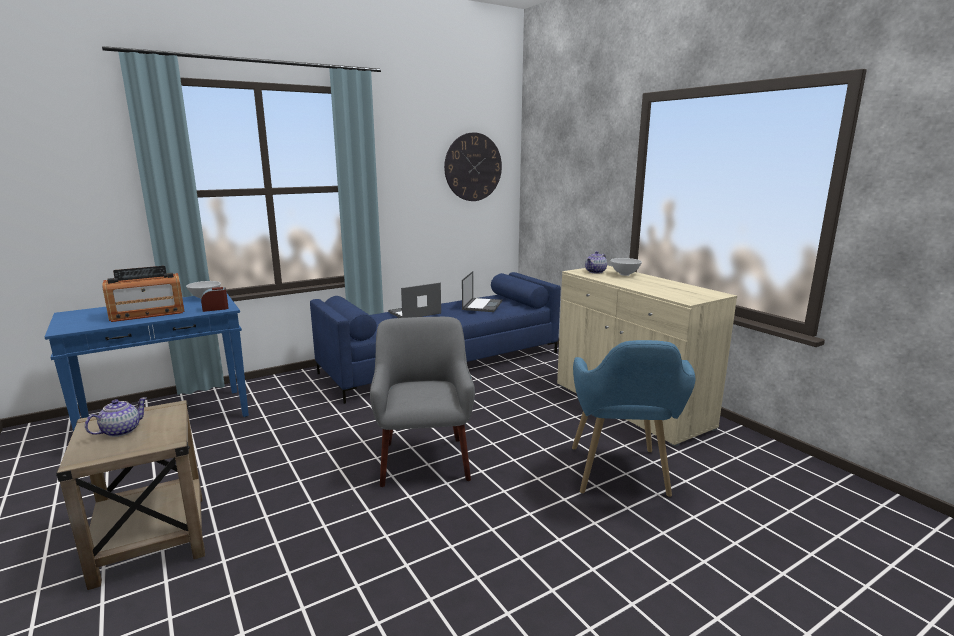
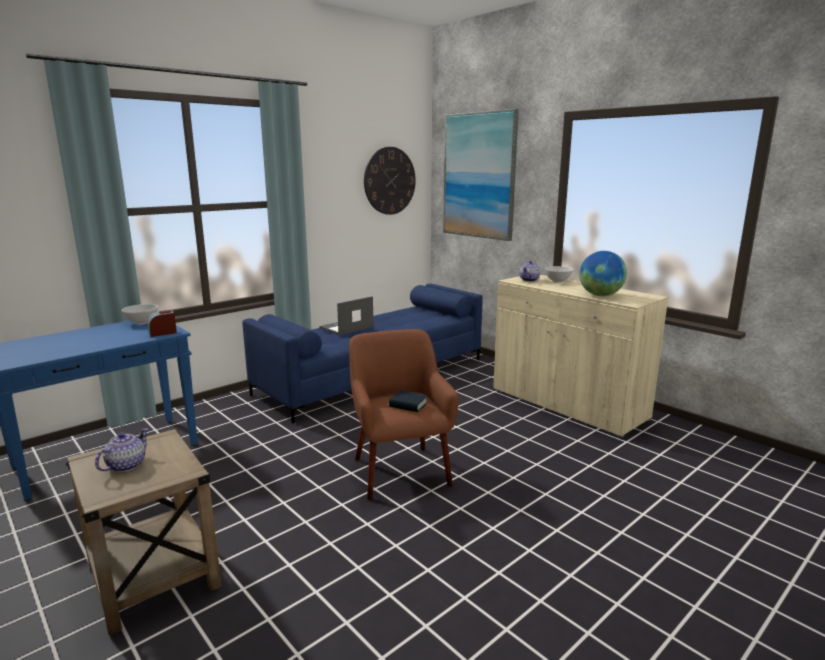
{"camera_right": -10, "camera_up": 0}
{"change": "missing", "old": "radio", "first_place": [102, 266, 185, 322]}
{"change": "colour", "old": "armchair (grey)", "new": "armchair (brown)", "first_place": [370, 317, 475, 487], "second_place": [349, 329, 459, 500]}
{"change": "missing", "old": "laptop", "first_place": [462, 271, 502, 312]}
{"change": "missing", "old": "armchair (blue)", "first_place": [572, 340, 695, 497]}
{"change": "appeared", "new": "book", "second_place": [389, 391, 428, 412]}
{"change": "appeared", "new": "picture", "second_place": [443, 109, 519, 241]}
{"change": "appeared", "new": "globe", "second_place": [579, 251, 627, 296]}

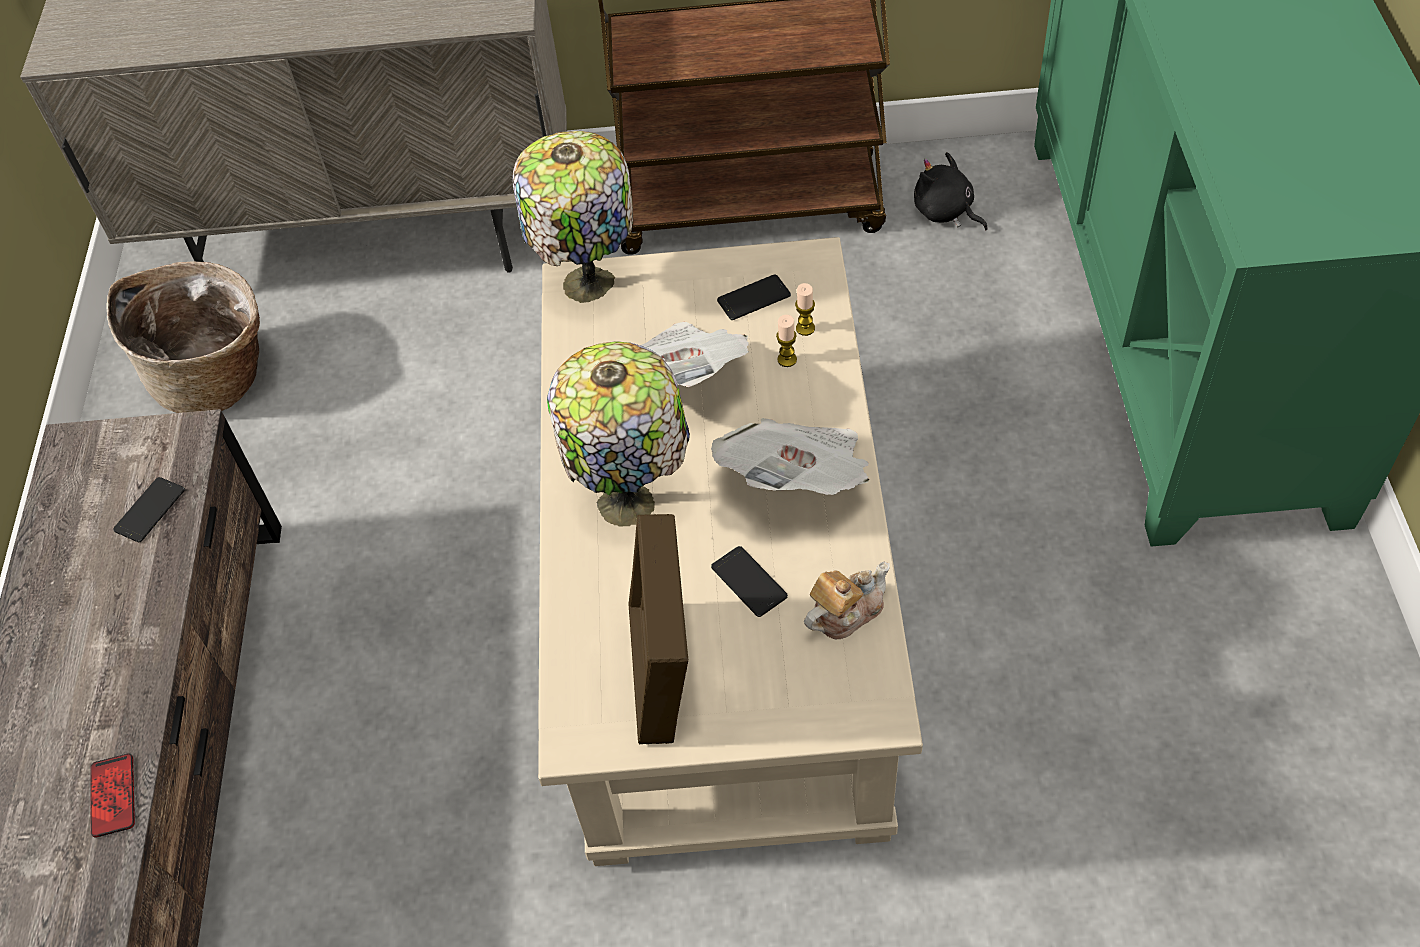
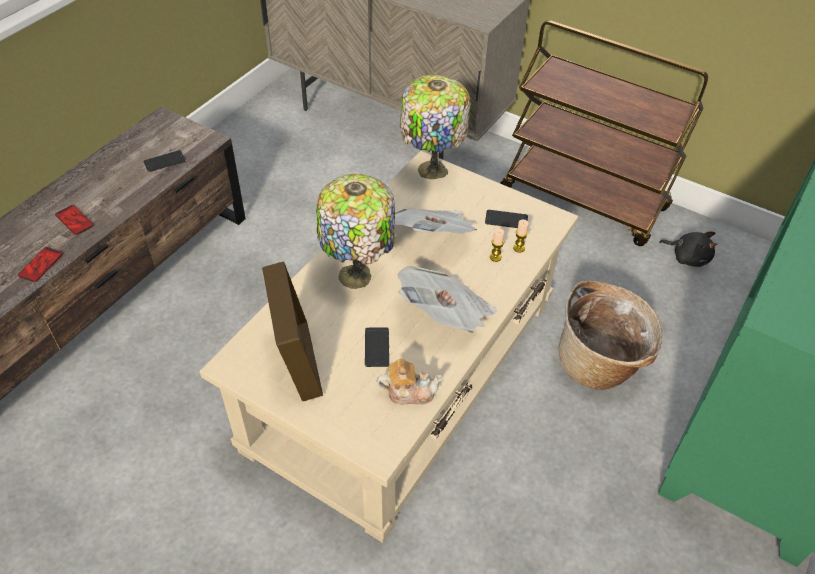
{"camera_right": 30, "camera_up": -5}
{"change": "relocated", "old": "basket", "first_place": [106, 262, 260, 413], "second_place": [558, 281, 662, 390]}
{"change": "spun", "old": "picture frame", "first_place": [628, 514, 688, 744], "second_place": [262, 262, 323, 401], "degrees": 135}
{"change": "spun", "old": "plush toy (black)", "first_place": [914, 152, 988, 230], "second_place": [659, 231, 718, 267], "degrees": 135}
{"change": "appeared", "new": "phone", "second_place": [55, 205, 94, 235]}

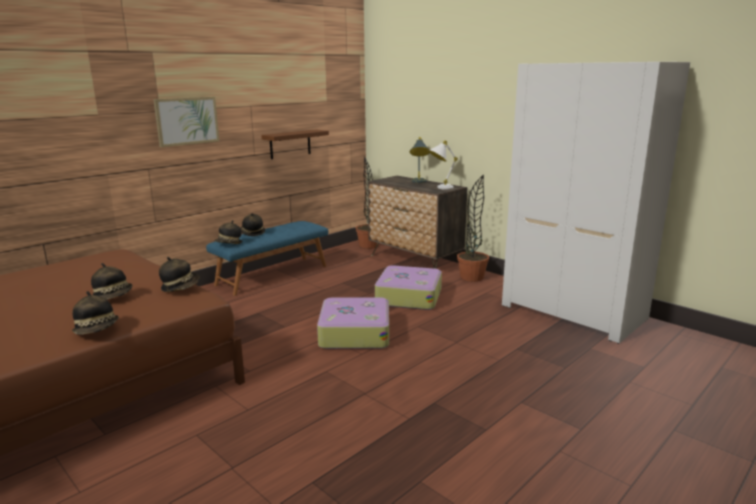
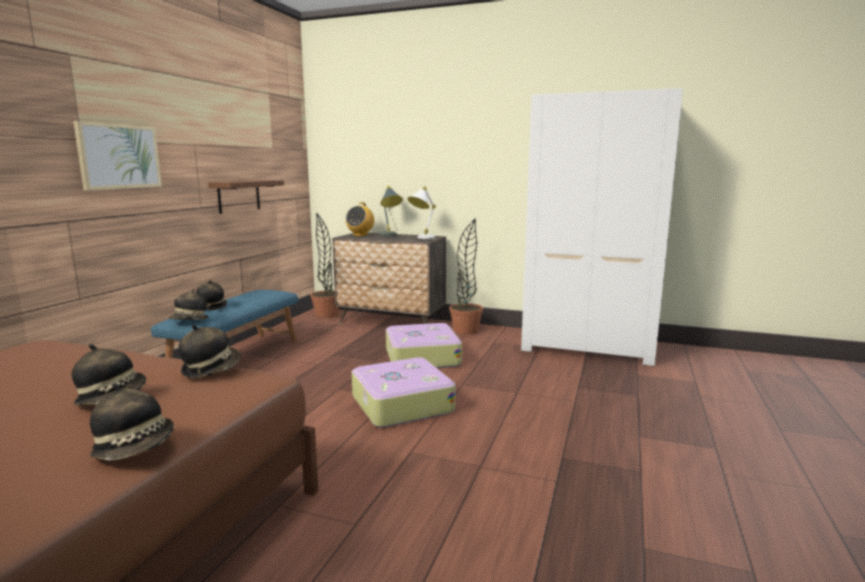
{"camera_right": -25, "camera_up": -5}
{"change": "appeared", "new": "radio", "second_place": [346, 202, 374, 236]}

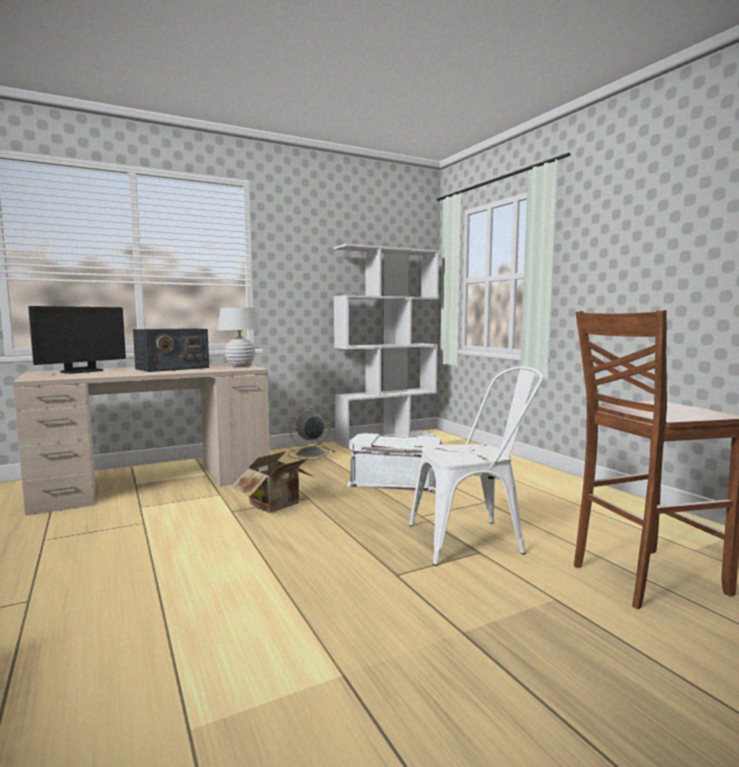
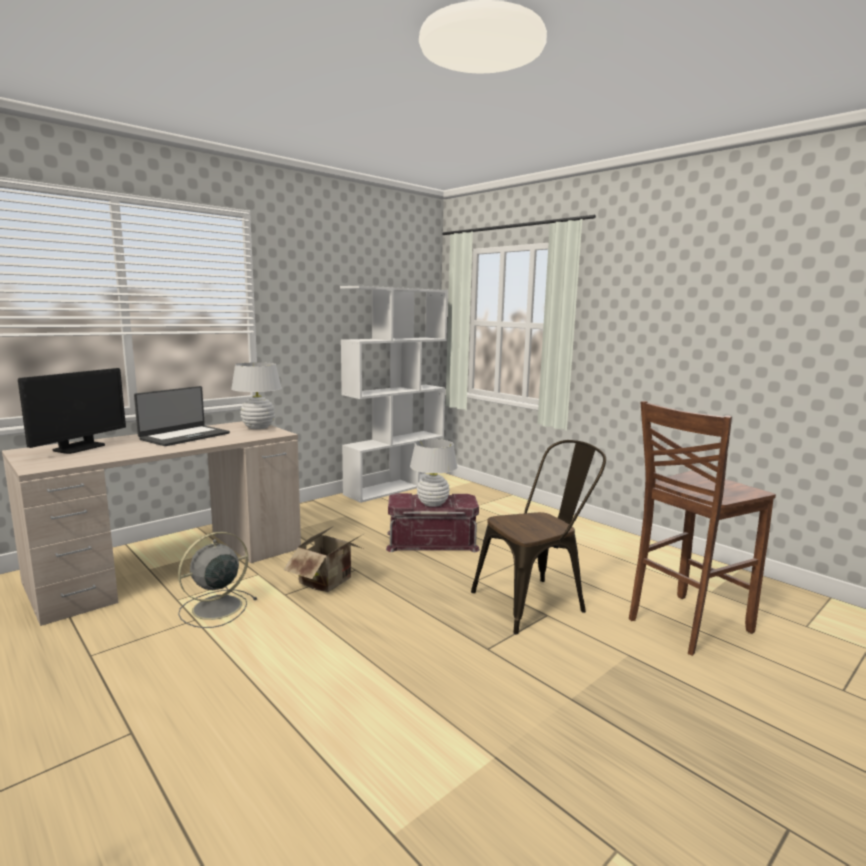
{"camera_right": -15, "camera_up": 5}
{"change": "exchanged", "old": "radio", "new": "laptop", "first_place": [133, 328, 209, 372], "second_place": [134, 386, 230, 446]}
{"change": "relocated", "old": "fan (grey)", "first_place": [288, 404, 335, 460], "second_place": [178, 532, 257, 628]}
{"change": "colour", "old": "storage box (white)", "new": "storage box (red)", "first_place": [347, 433, 442, 493], "second_place": [386, 493, 480, 552]}
{"change": "colour", "old": "chair (white)", "new": "chair (brown)", "first_place": [409, 366, 543, 566], "second_place": [471, 440, 606, 634]}
{"change": "appeared", "new": "table lamp (white)", "second_place": [410, 439, 457, 507]}

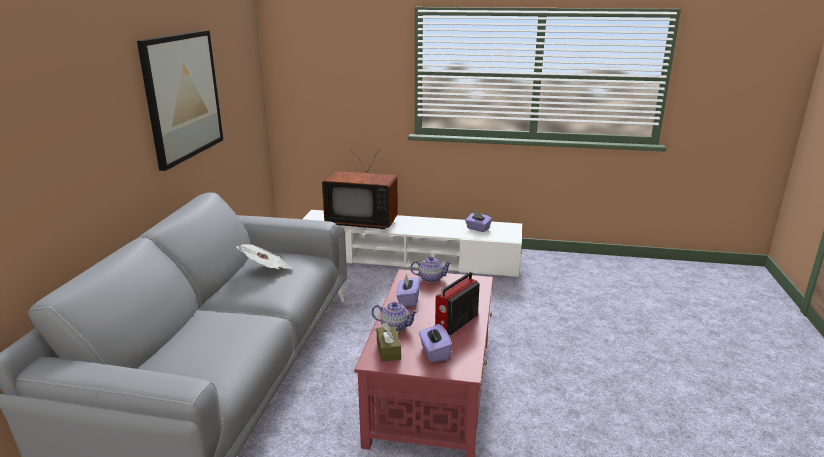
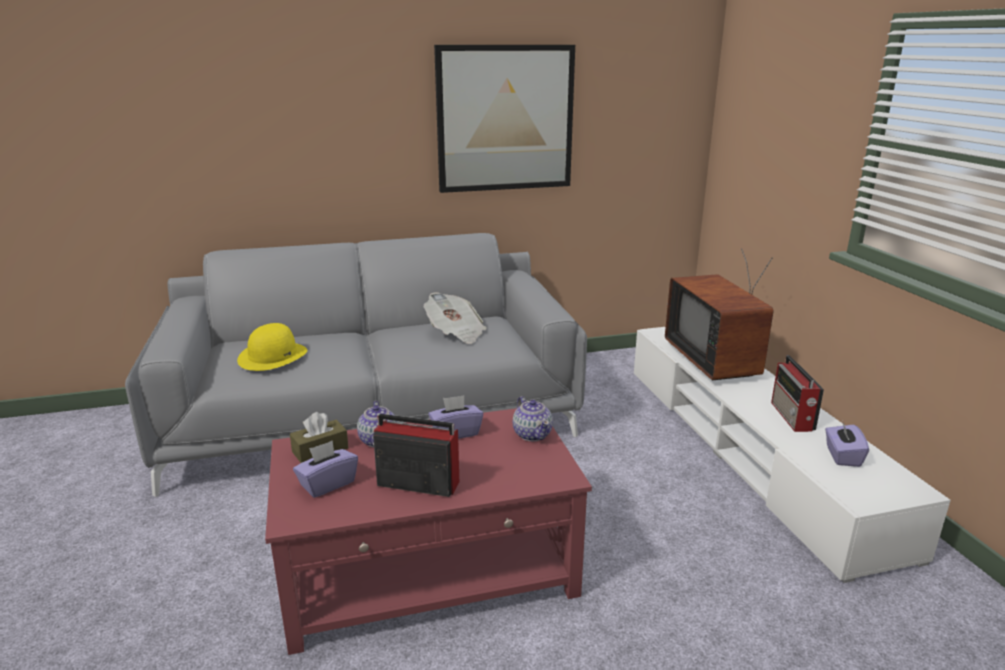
{"camera_right": 65, "camera_up": 0}
{"change": "appeared", "new": "hat (yellow)", "second_place": [237, 323, 307, 371]}
{"change": "appeared", "new": "radio", "second_place": [771, 355, 824, 432]}

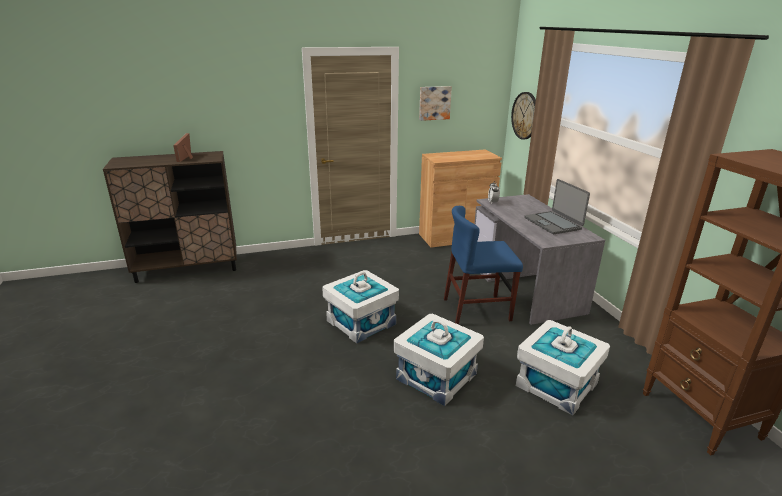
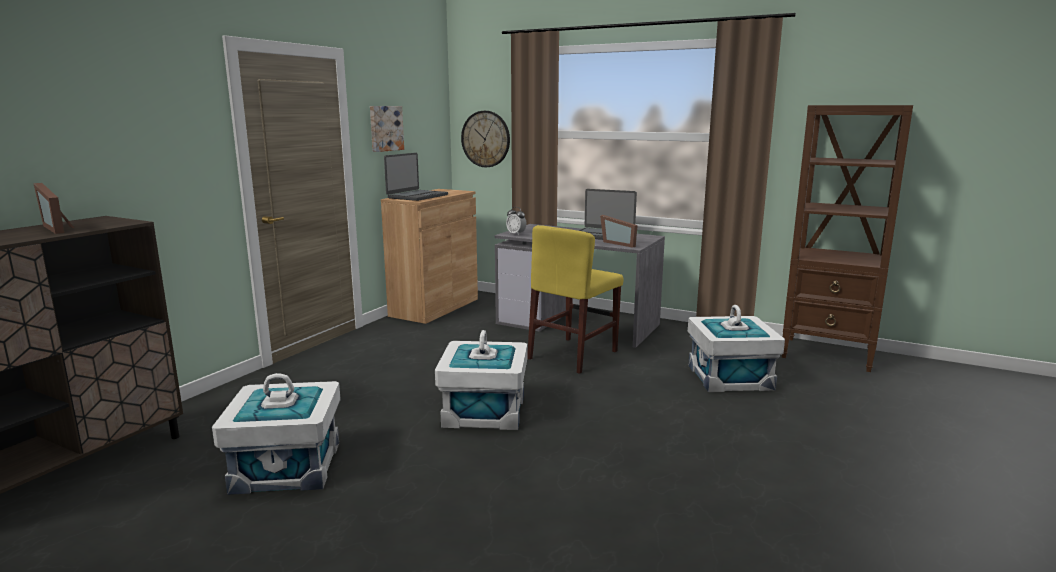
{"camera_right": -45, "camera_up": -10}
{"change": "relocated", "old": "storage box (white)", "first_place": [394, 314, 484, 406], "second_place": [212, 373, 341, 495]}
{"change": "colour", "old": "chair (blue)", "new": "chair (yellow)", "first_place": [444, 206, 523, 325], "second_place": [527, 225, 624, 374]}
{"change": "appeared", "new": "laptop", "second_place": [384, 153, 448, 201]}
{"change": "appeared", "new": "picture frame", "second_place": [600, 215, 638, 248]}

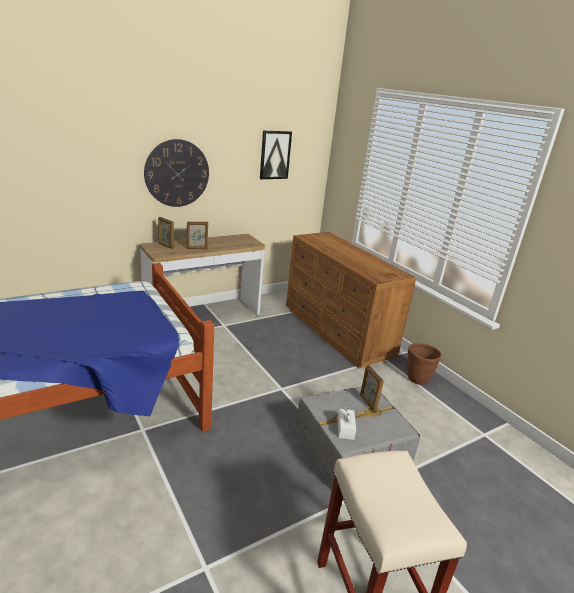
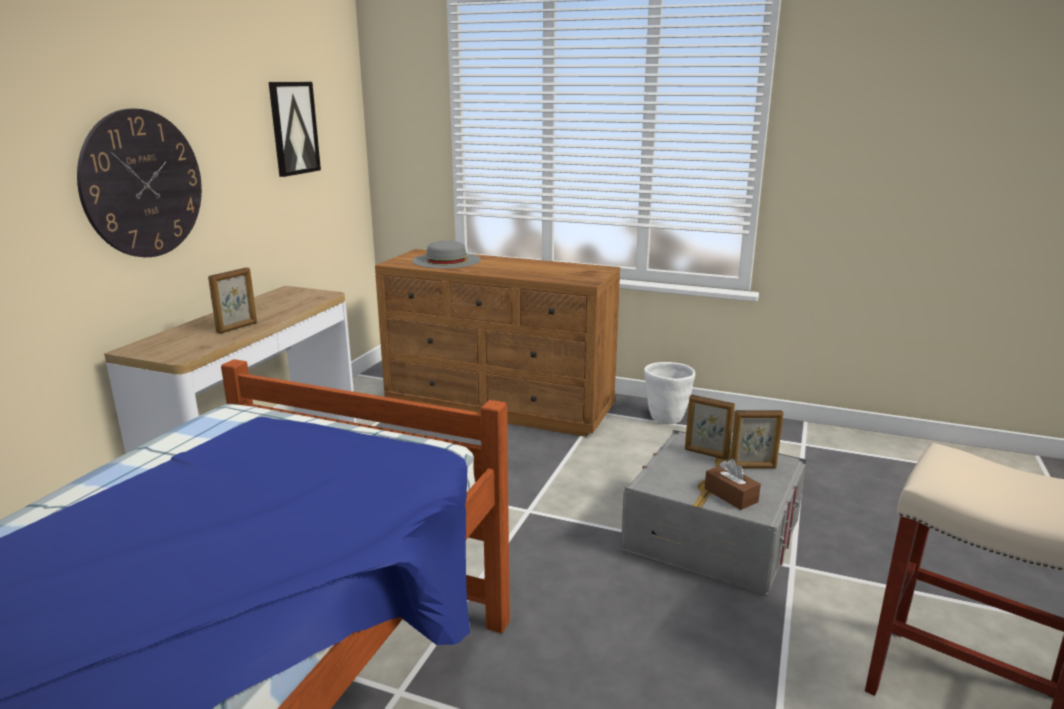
{"camera_right": -35, "camera_up": -5}
{"change": "relocated", "old": "picture frame", "first_place": [158, 217, 174, 249], "second_place": [730, 410, 784, 468]}
{"change": "colour", "old": "tissue box (white)", "new": "tissue box (brown)", "first_place": [337, 407, 356, 440], "second_place": [704, 459, 761, 510]}
{"change": "colour", "old": "planter (brown)", "new": "planter (white)", "first_place": [407, 343, 442, 385], "second_place": [644, 362, 695, 424]}
{"change": "appeared", "new": "hat (grey)", "second_place": [412, 241, 481, 268]}

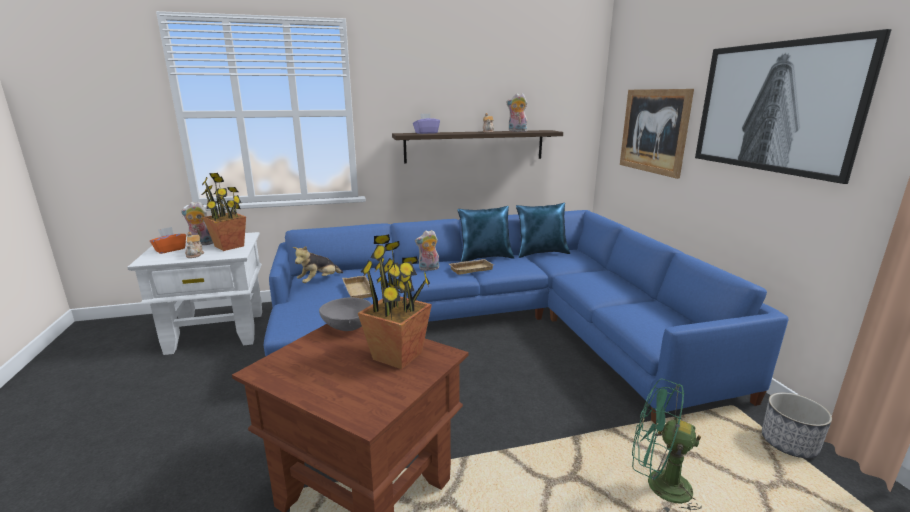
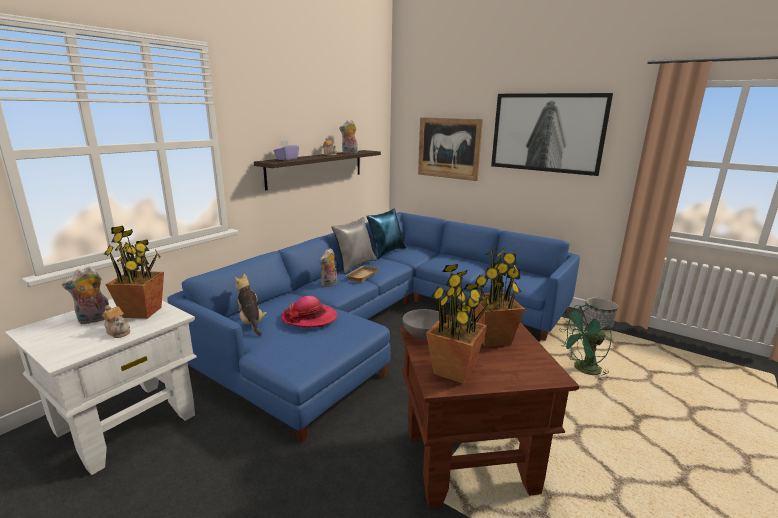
{"camera_right": -40, "camera_up": 0}
{"change": "missing", "old": "tissue box (orange)", "first_place": [150, 227, 186, 254]}
{"change": "spun", "old": "plush toy", "first_place": [293, 246, 343, 283], "second_place": [235, 274, 267, 336], "degrees": 150}
{"change": "exchanged", "old": "tray (beige)", "new": "hat", "first_place": [342, 276, 372, 299], "second_place": [281, 296, 337, 328]}
{"change": "colour", "old": "pillow (blue)", "new": "pillow (grey)", "first_place": [457, 206, 514, 262], "second_place": [331, 217, 377, 273]}
{"change": "appeared", "new": "potted plant", "second_place": [426, 264, 492, 384]}

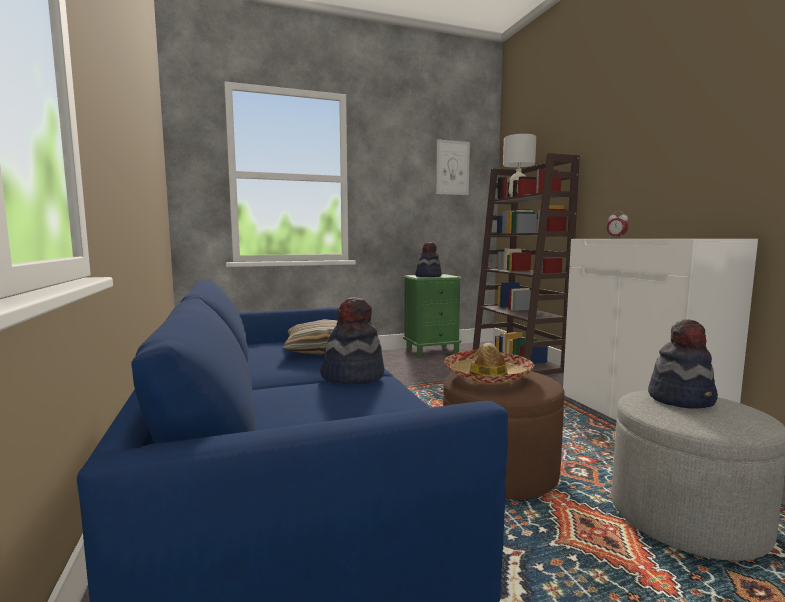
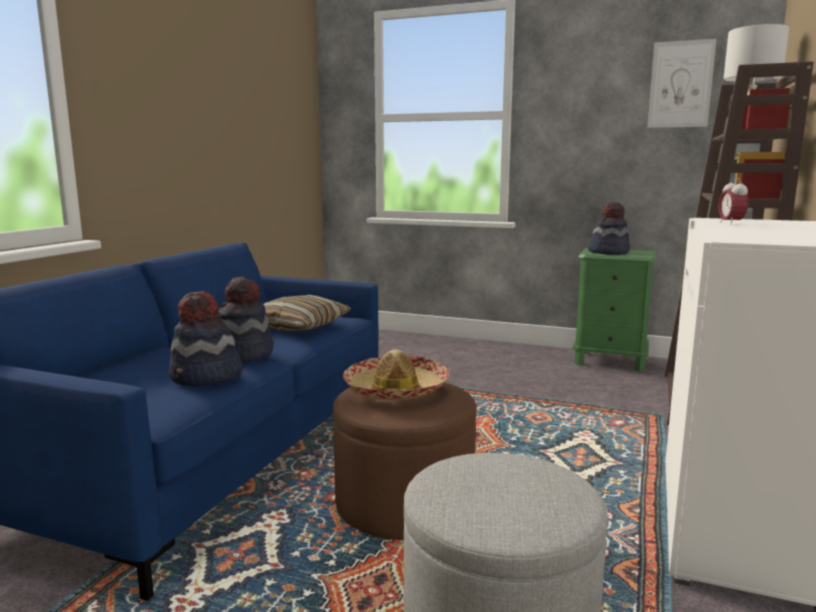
{"camera_right": 40, "camera_up": 5}
{"change": "relocated", "old": "hat", "first_place": [648, 319, 718, 409], "second_place": [169, 291, 243, 386]}

